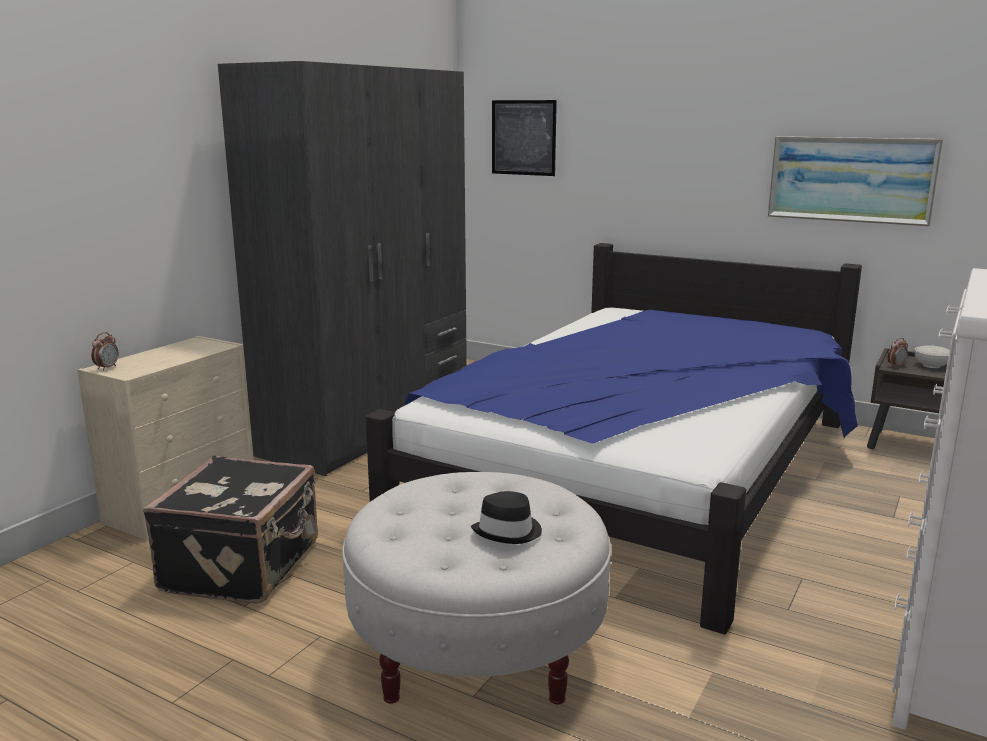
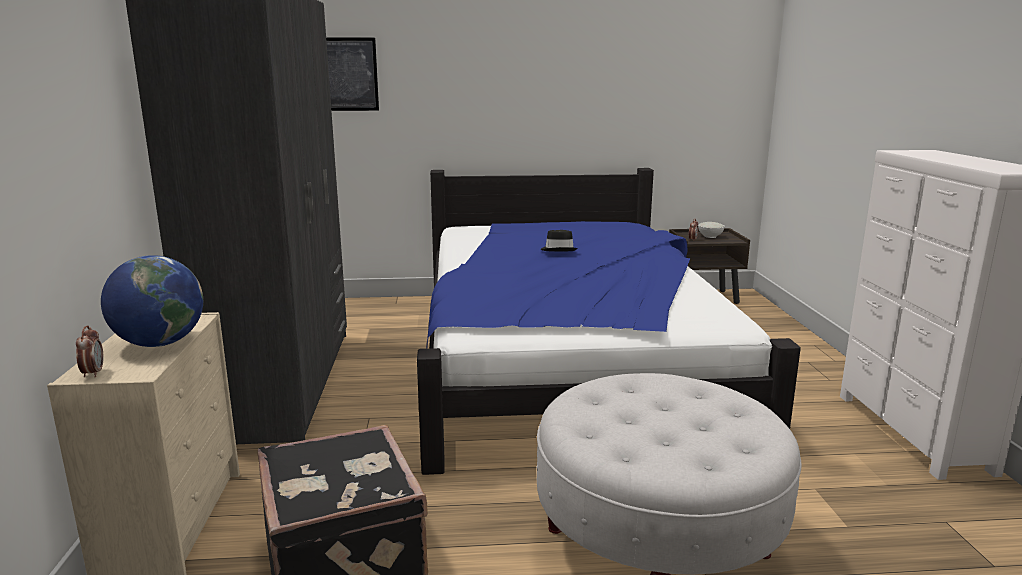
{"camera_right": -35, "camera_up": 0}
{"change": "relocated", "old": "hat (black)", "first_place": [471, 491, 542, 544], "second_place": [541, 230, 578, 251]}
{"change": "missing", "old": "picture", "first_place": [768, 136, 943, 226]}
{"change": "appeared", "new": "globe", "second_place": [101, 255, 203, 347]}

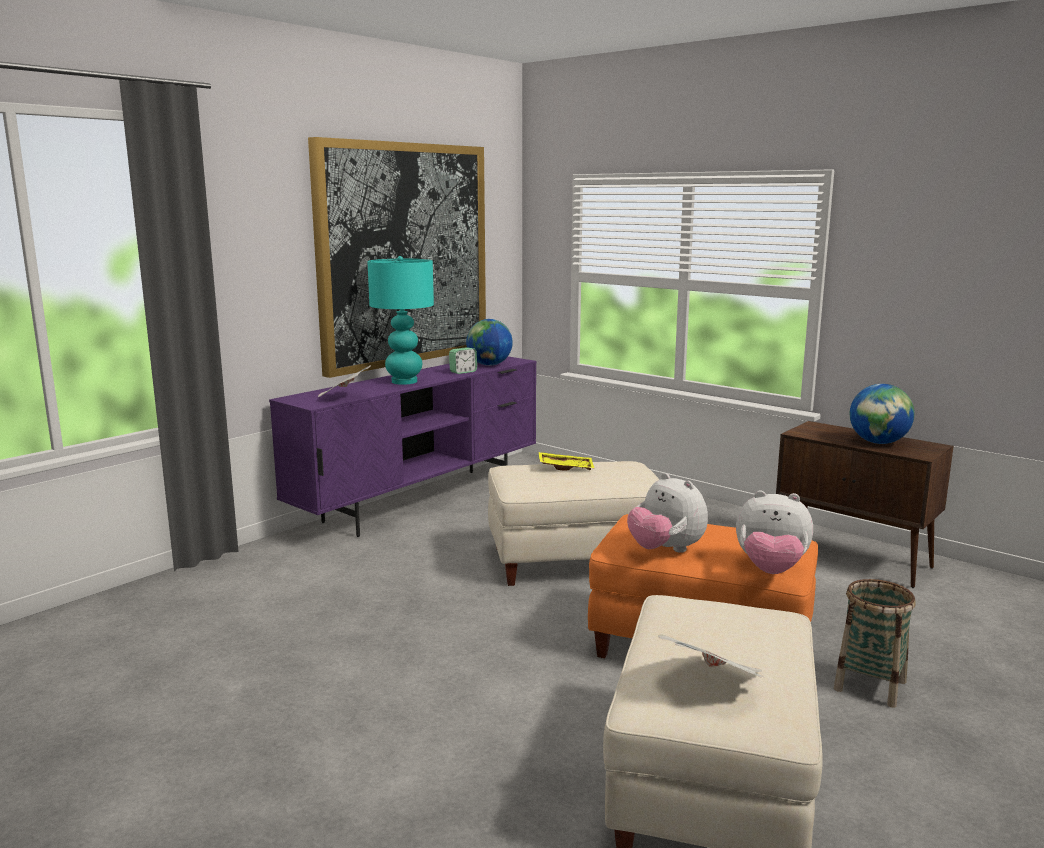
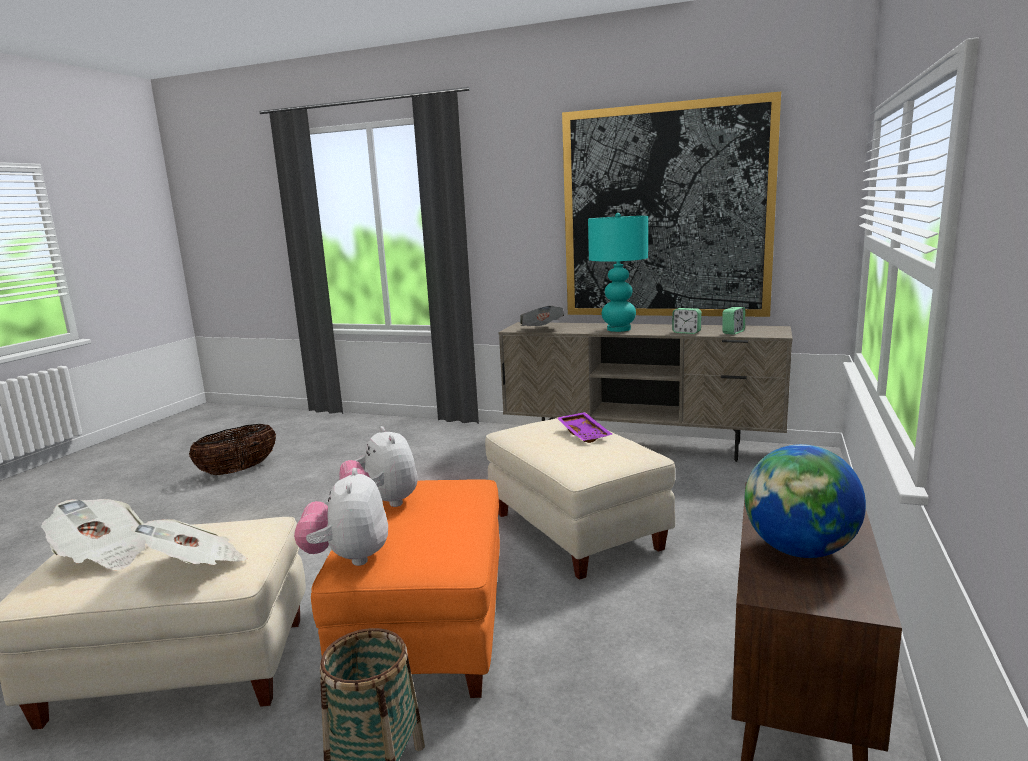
{"camera_right": 70, "camera_up": 0}
{"change": "colour", "old": "tv stand (purple)", "new": "tv stand (beige)", "first_place": [269, 356, 536, 537], "second_place": [499, 322, 793, 462]}
{"change": "exchanged", "old": "globe", "new": "alarm clock", "first_place": [466, 319, 513, 366], "second_place": [722, 307, 745, 335]}
{"change": "colour", "old": "tray (yellow)", "new": "tray (purple)", "first_place": [539, 452, 595, 470], "second_place": [557, 412, 612, 443]}
{"change": "spun", "old": "plush toy", "first_place": [627, 473, 708, 553], "second_place": [339, 426, 418, 507], "degrees": -60}
{"change": "appeared", "new": "newspaper", "second_place": [131, 519, 247, 565]}
{"change": "appeared", "new": "basket", "second_place": [189, 424, 276, 475]}

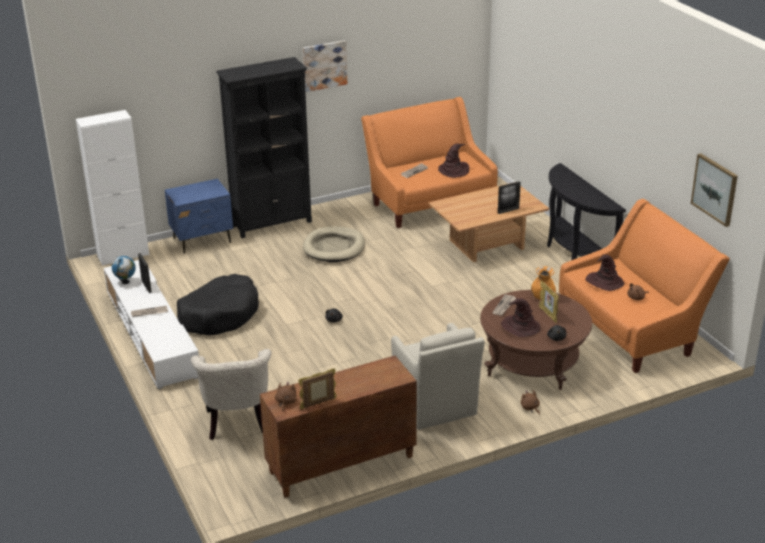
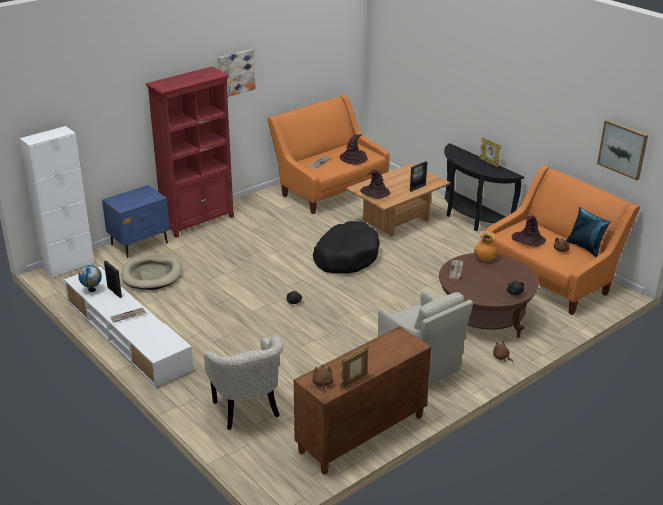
{"camera_right": -15, "camera_up": 0}
{"change": "relocated", "old": "dog bed (black)", "first_place": [177, 274, 259, 335], "second_place": [313, 221, 380, 273]}
{"change": "colour", "old": "bookcase (black)", "new": "bookcase (red)", "first_place": [216, 57, 312, 238], "second_place": [146, 67, 234, 238]}
{"change": "relocated", "old": "dog bed (beige)", "first_place": [303, 227, 365, 262], "second_place": [121, 253, 182, 290]}
{"change": "relocated", "old": "hat (brown)", "first_place": [501, 298, 541, 337], "second_place": [360, 170, 391, 199]}
{"change": "relocated", "old": "picture frame", "first_place": [539, 280, 559, 323], "second_place": [479, 137, 501, 167]}
{"change": "appeared", "new": "pillow (blue)", "second_place": [566, 207, 611, 257]}

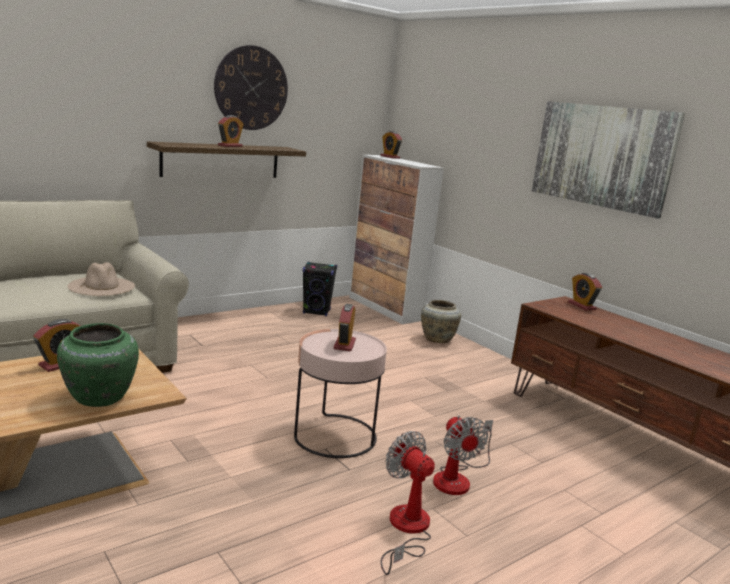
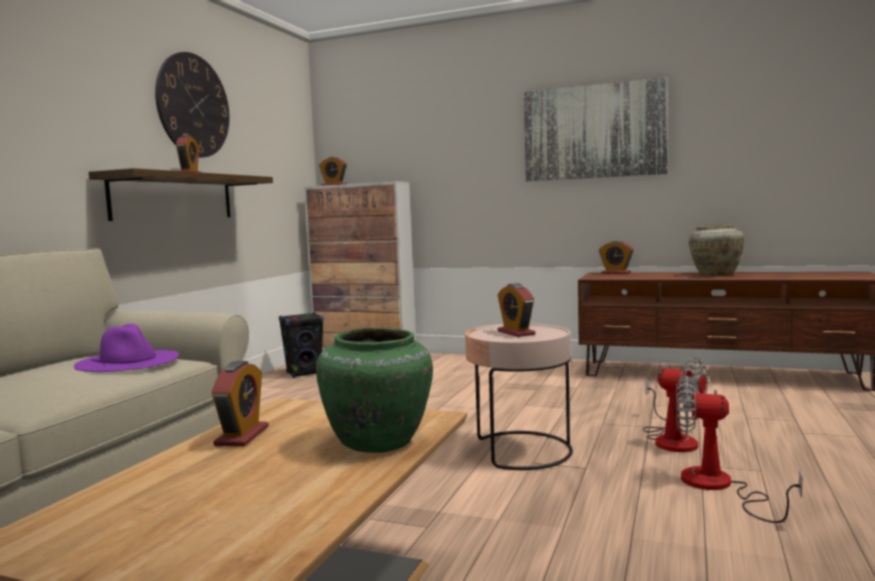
{"camera_right": -30, "camera_up": -10}
{"change": "colour", "old": "hat (beige)", "new": "hat (purple)", "first_place": [67, 262, 135, 296], "second_place": [74, 324, 179, 372]}
{"change": "relocated", "old": "vase (beige)", "first_place": [421, 300, 461, 343], "second_place": [689, 225, 744, 275]}

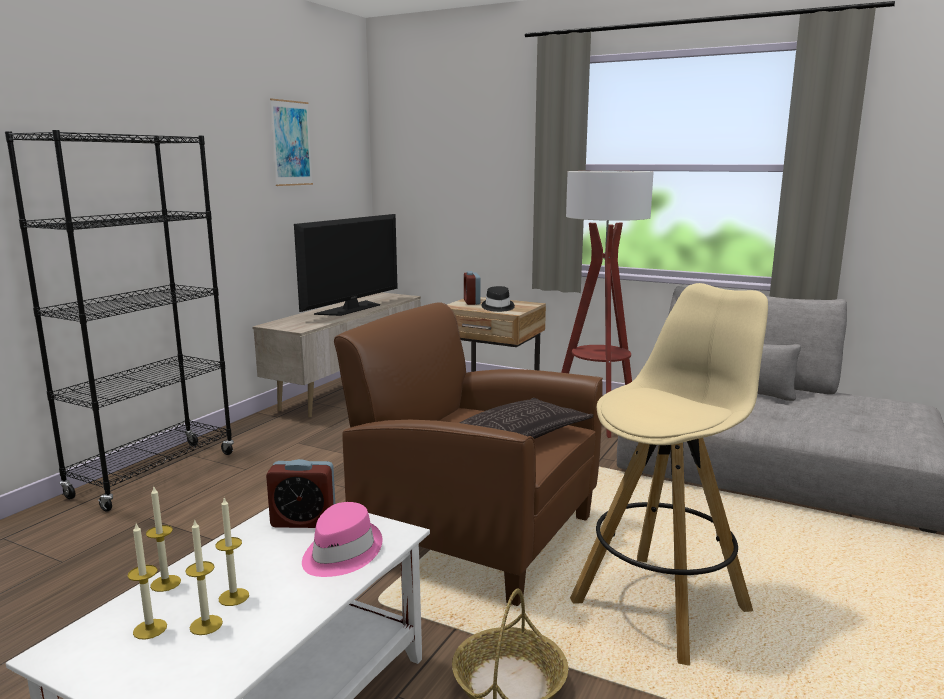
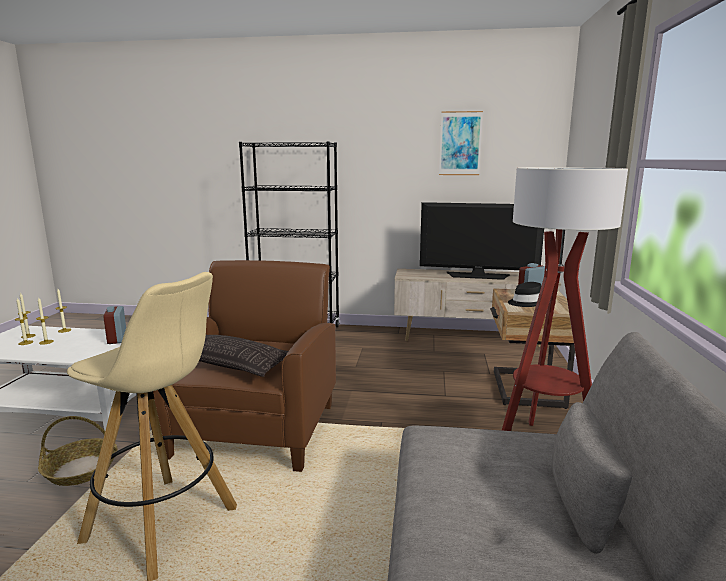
{"camera_right": 70, "camera_up": 0}
{"change": "missing", "old": "hat (pink)", "first_place": [302, 502, 383, 577]}

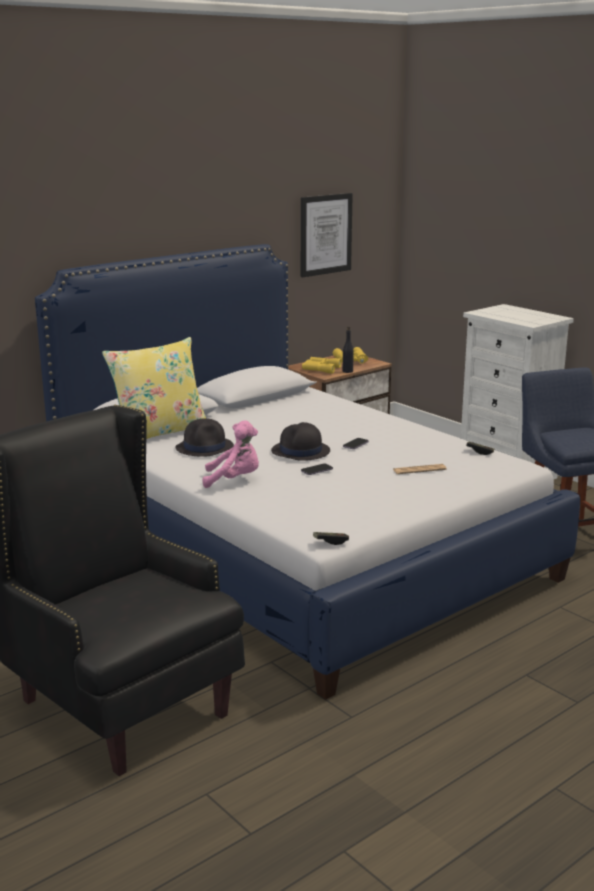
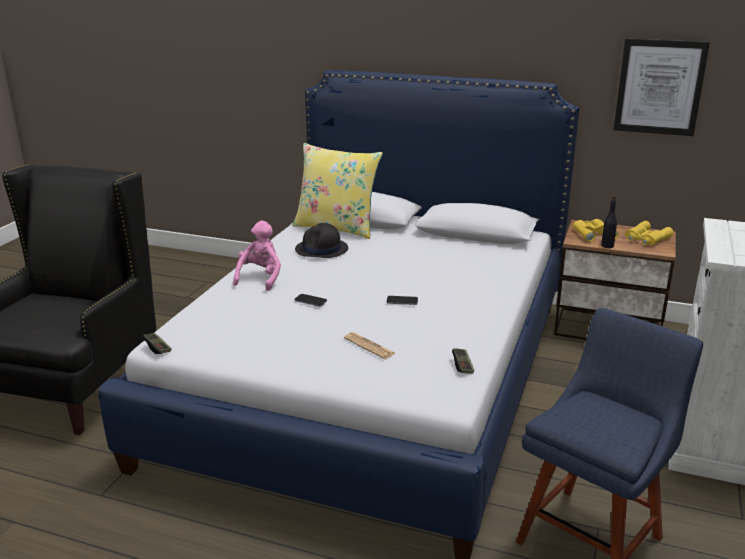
{"camera_right": 60, "camera_up": 5}
{"change": "spun", "old": "plush toy (pink)", "first_place": [202, 420, 259, 488], "second_place": [233, 221, 281, 291], "degrees": -135}
{"change": "missing", "old": "hat (black)", "first_place": [271, 422, 330, 461]}

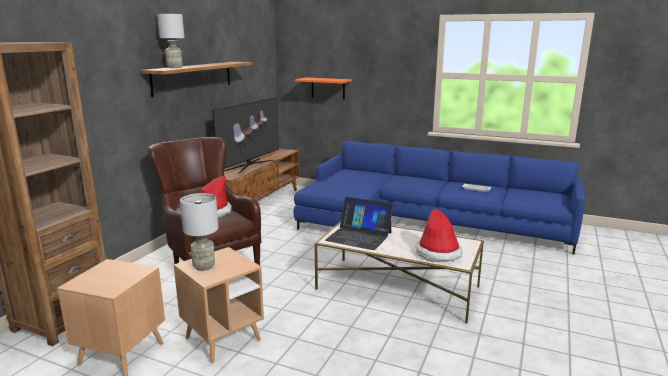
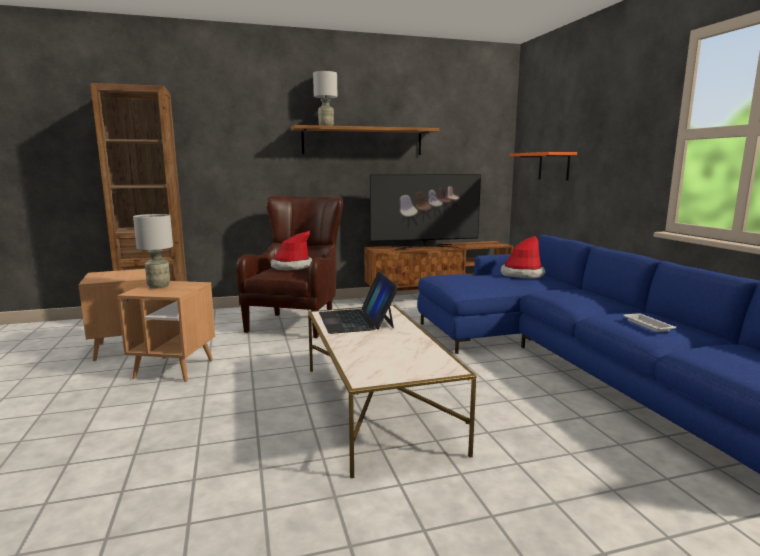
{"camera_right": 50, "camera_up": -5}
{"change": "relocated", "old": "hat", "first_place": [416, 208, 463, 262], "second_place": [501, 236, 545, 279]}

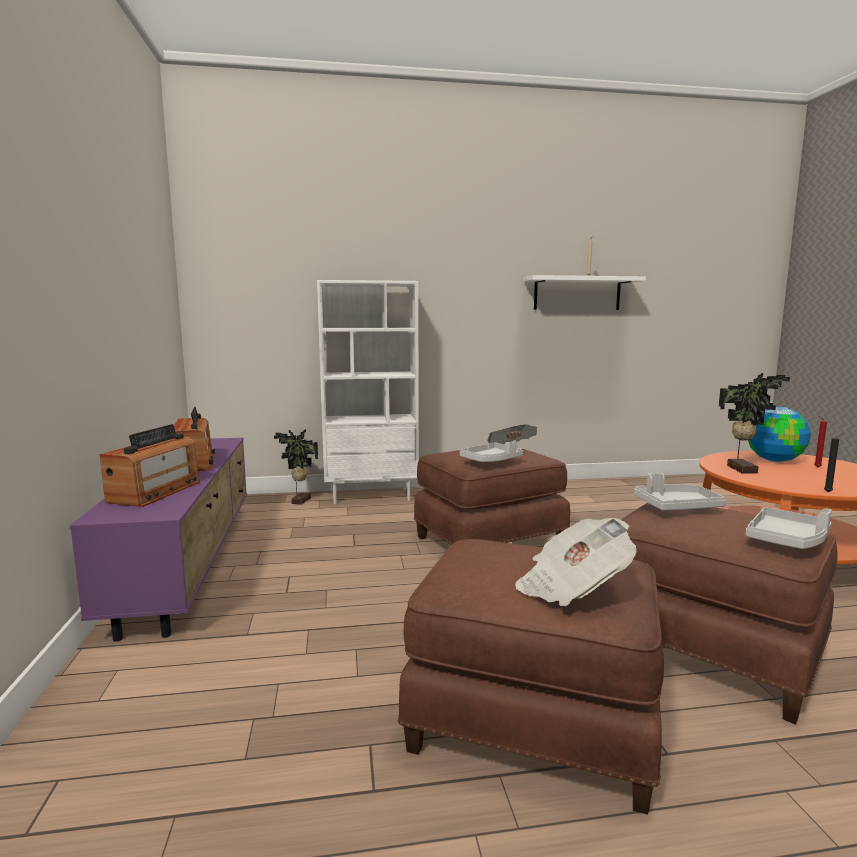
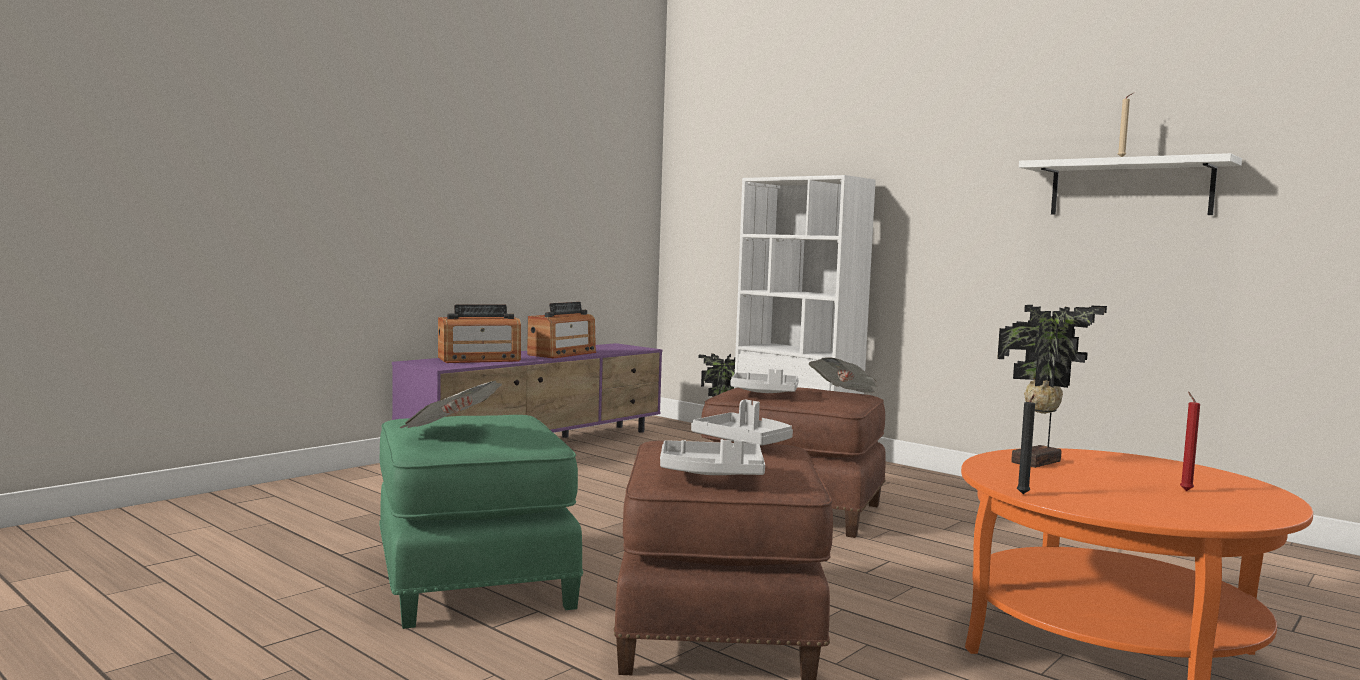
{"camera_right": 50, "camera_up": -5}
{"change": "colour", "old": "ottoman (brown)", "new": "ottoman (green)", "first_place": [398, 539, 664, 815], "second_place": [379, 415, 583, 629]}
{"change": "missing", "old": "globe", "first_place": [748, 407, 811, 462]}

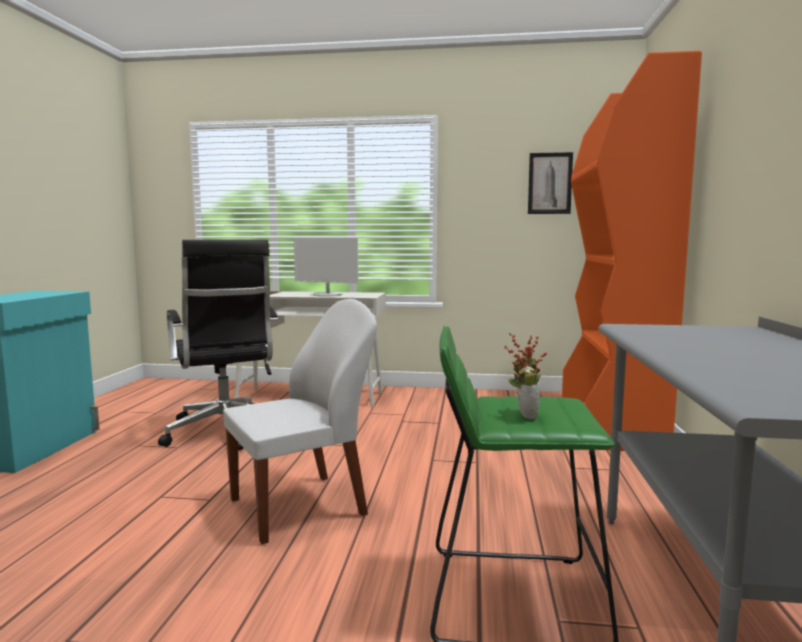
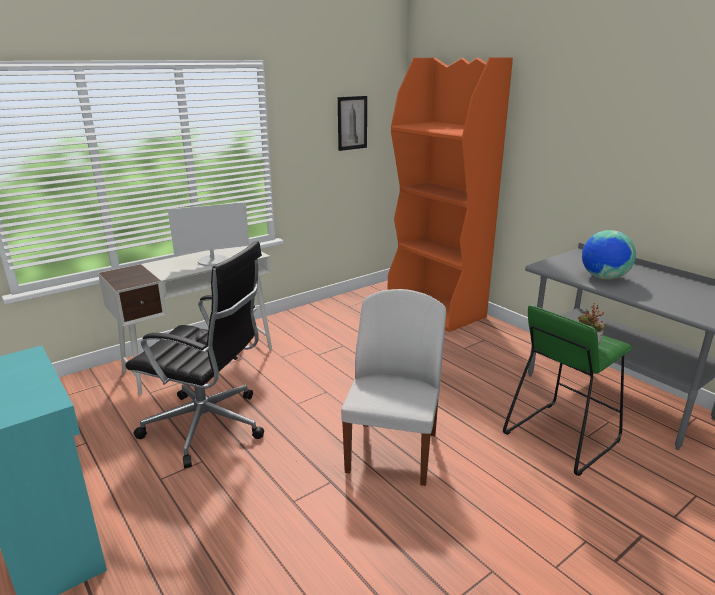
{"camera_right": -45, "camera_up": 15}
{"change": "appeared", "new": "globe", "second_place": [582, 230, 636, 280]}

